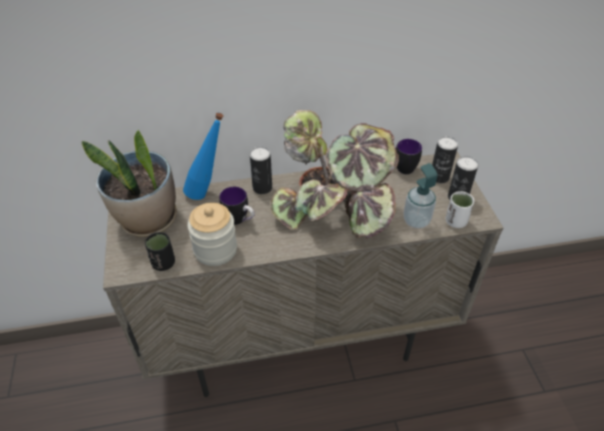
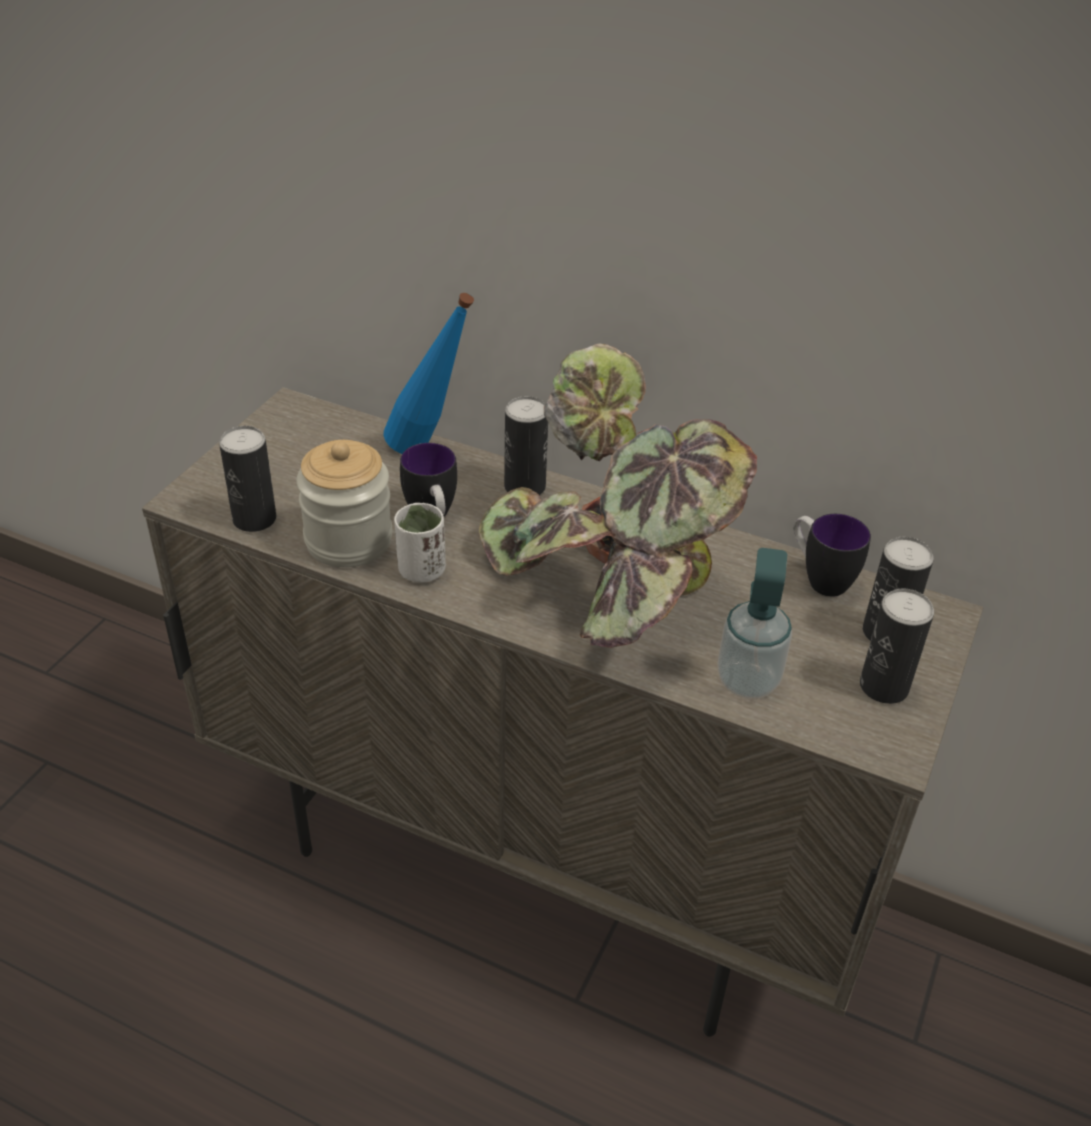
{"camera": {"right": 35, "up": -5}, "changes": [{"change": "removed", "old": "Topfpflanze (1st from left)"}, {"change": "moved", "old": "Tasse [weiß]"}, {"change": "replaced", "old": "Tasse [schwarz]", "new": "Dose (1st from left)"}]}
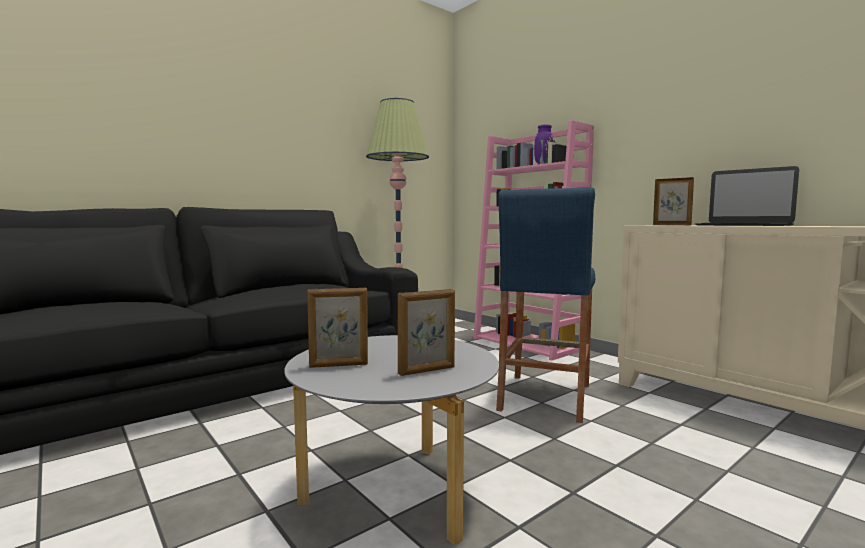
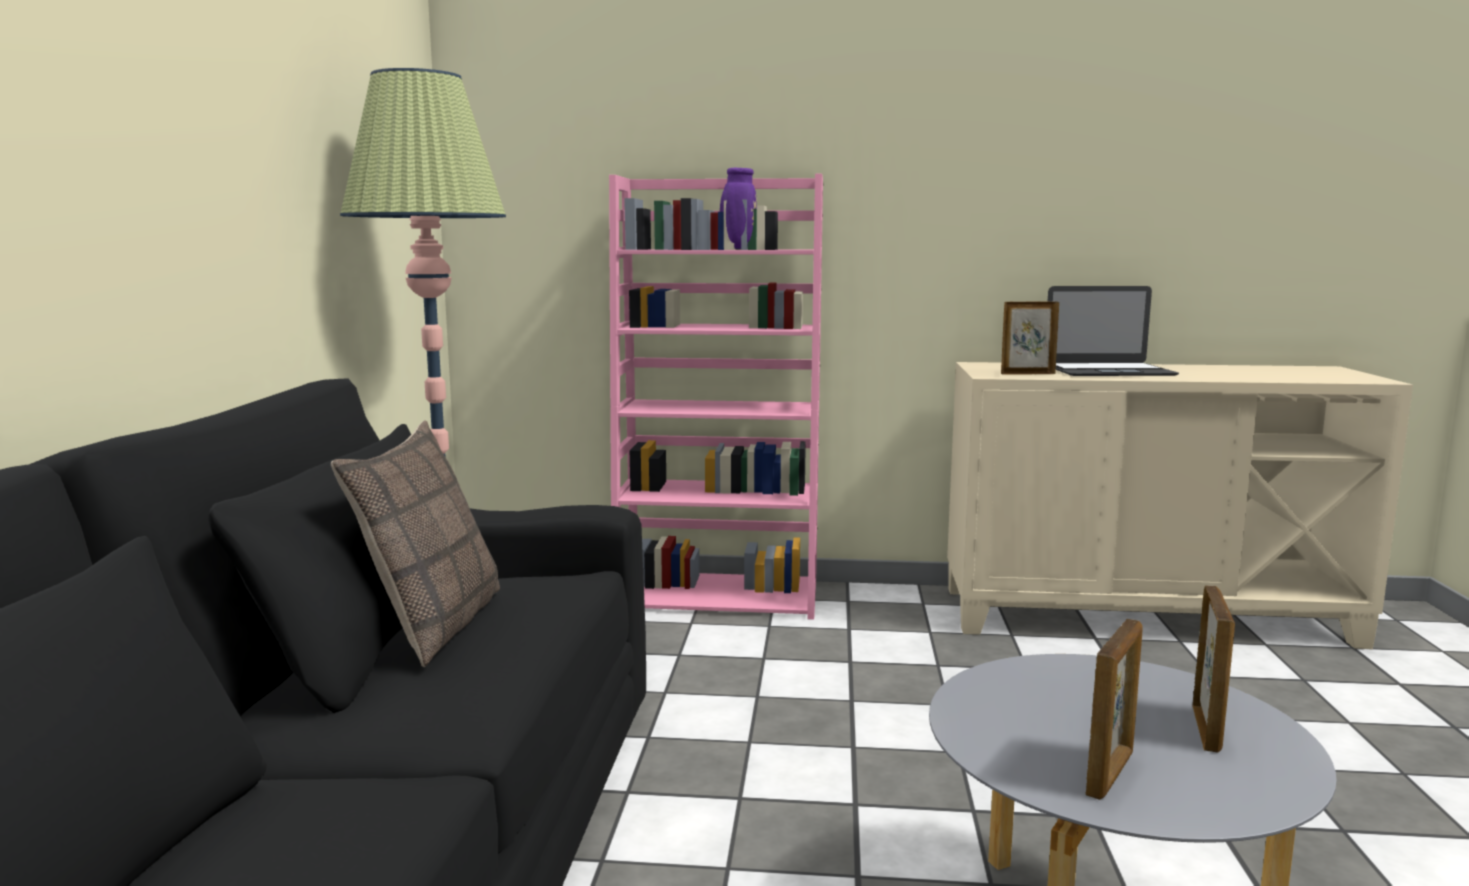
{"camera": {"right": -45, "up": 5}, "changes": [{"change": "removed", "old": "Hocker [blau]"}, {"change": "added", "new": "Kissen"}]}
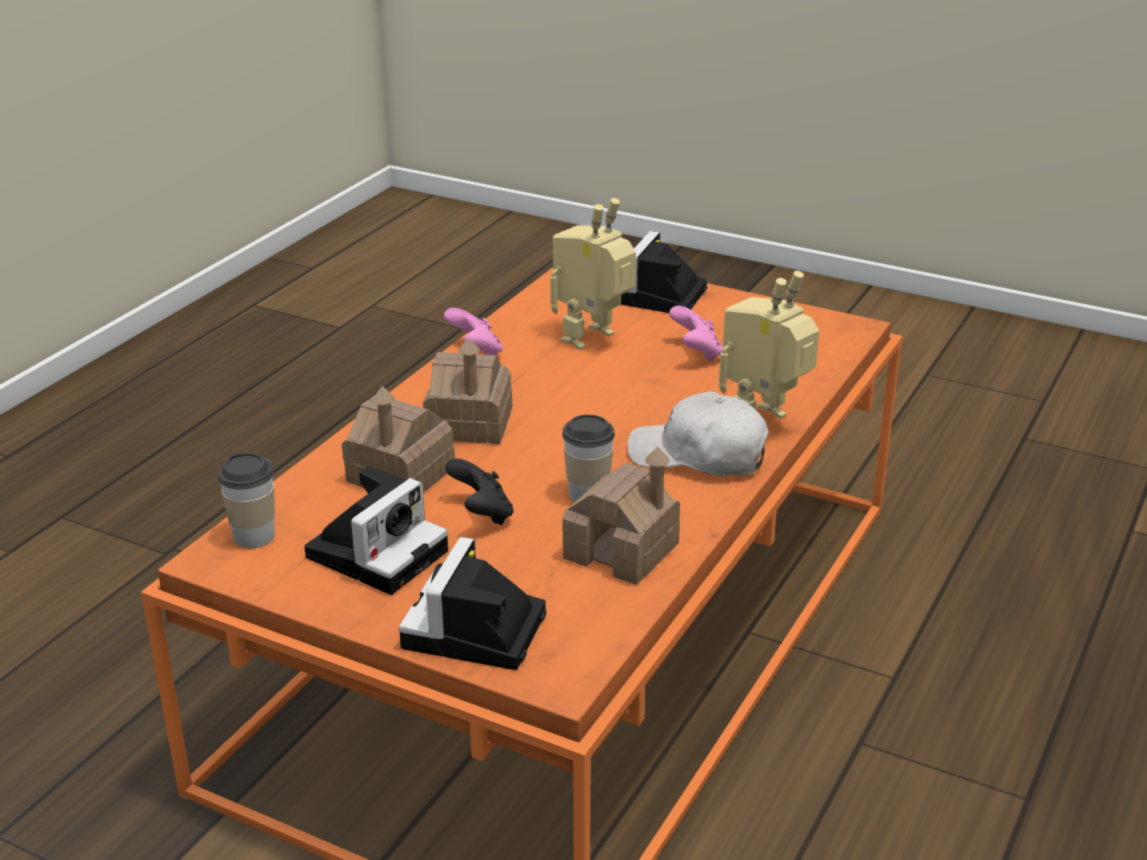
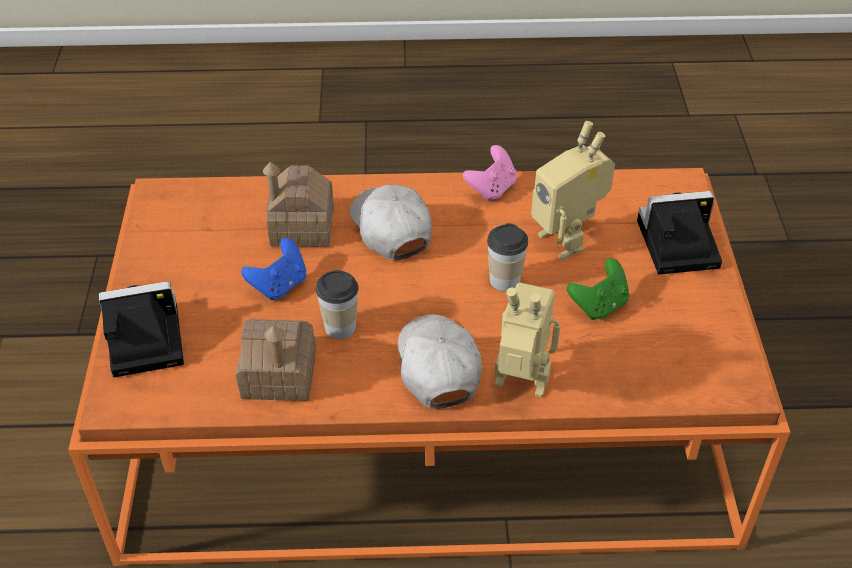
{"camera": {"right": 60, "up": 15}, "changes": [{"change": "removed", "old": "Kamera (1st from left)"}, {"change": "moved", "old": "Tasse (1st from left in the first image)", "new": "Tasse (2nd from left)"}, {"change": "replaced", "old": "Spielzeughaus (2nd from left)", "new": "Kappe [weiß] (1st from left)"}, {"change": "recoloured", "old": "Gamepad [schwarz]", "new": "Gamepad [blau]"}, {"change": "recoloured", "old": "Gamepad [rosa] (2nd from left)", "new": "Gamepad [grün]"}, {"change": "turned", "old": "Spielzeugroboter (1st from left in the first image)", "degrees": -135}]}
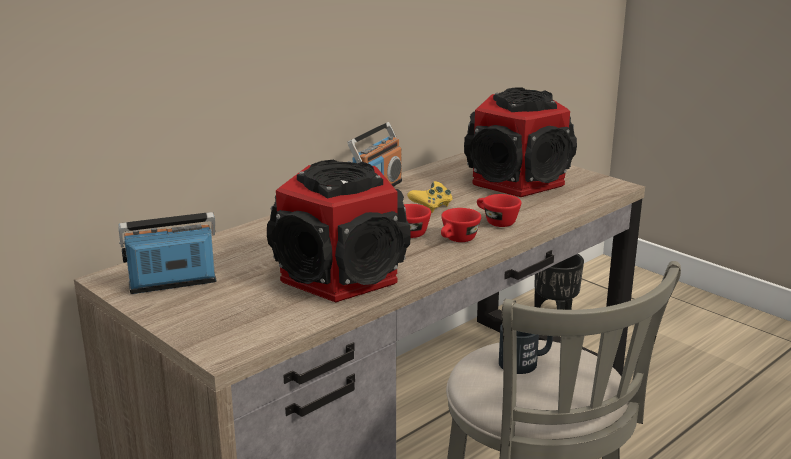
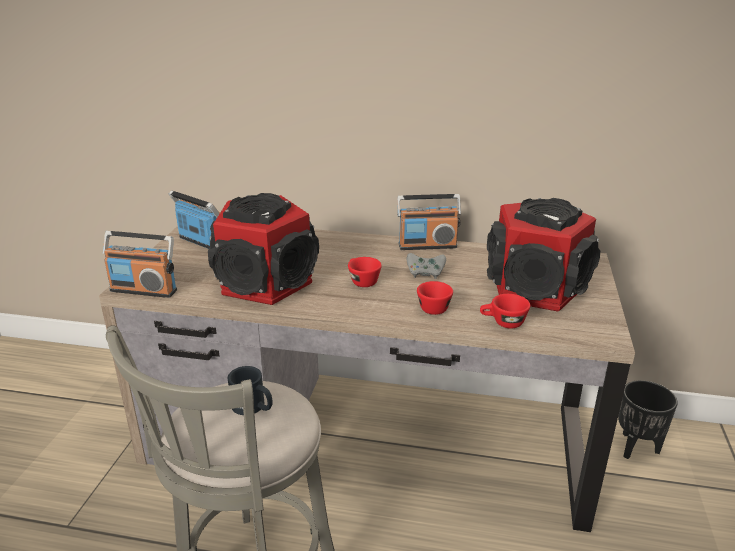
{"camera": {"right": 55, "up": 5}, "changes": [{"change": "added", "new": "Radio (1st from left)"}, {"change": "moved", "old": "Tasse [rot] (2nd from left in the first image)", "new": "Tasse [rot] (3rd from left)"}, {"change": "recoloured", "old": "Gamepad [gelb]", "new": "Gamepad [grau]"}]}
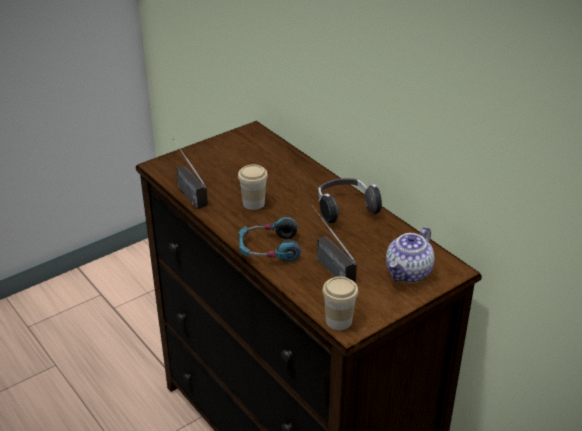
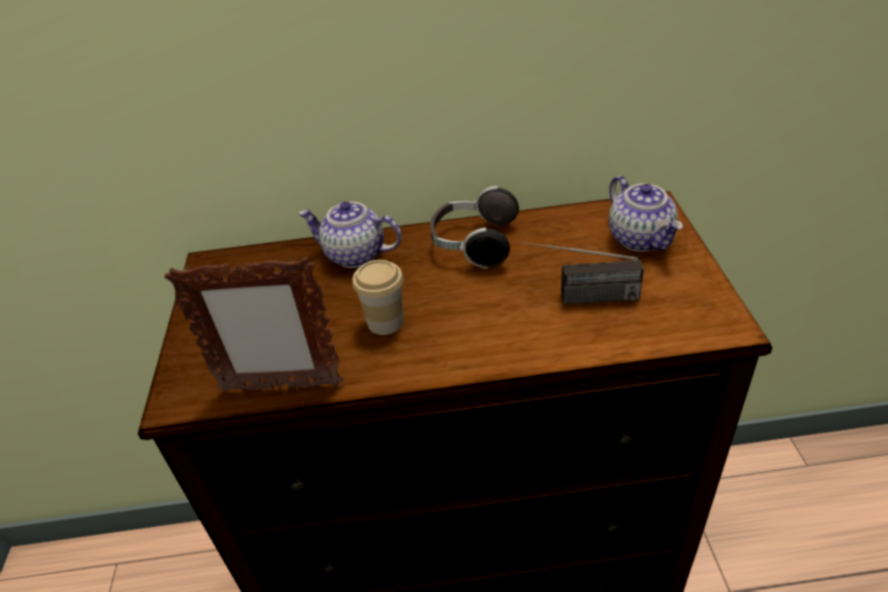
{"camera": {"right": -55, "up": 5}, "changes": [{"change": "removed", "old": "Kopfhörer (1st from left)"}, {"change": "removed", "old": "Tasse (2nd from left)"}, {"change": "added", "new": "Teekanne (1st from left)"}, {"change": "replaced", "old": "Radio (1st from left)", "new": "Bilderrahmen"}]}
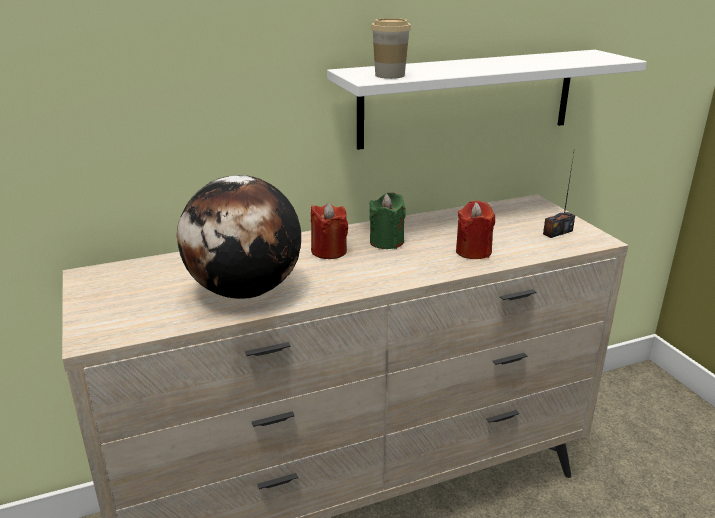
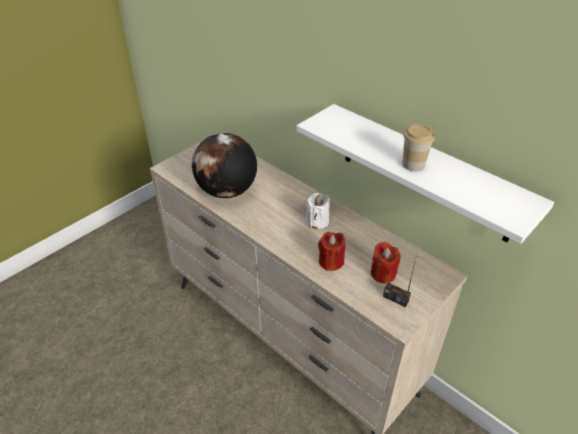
{"camera": {"right": 65, "up": 15}, "changes": [{"change": "moved", "old": "Kerze [rot] (1st from left in the first image)", "new": "Kerze [rot] (2nd from left)"}, {"change": "moved", "old": "Tasse"}, {"change": "recoloured", "old": "Kerze [grün]", "new": "Kerze [weiß]"}]}
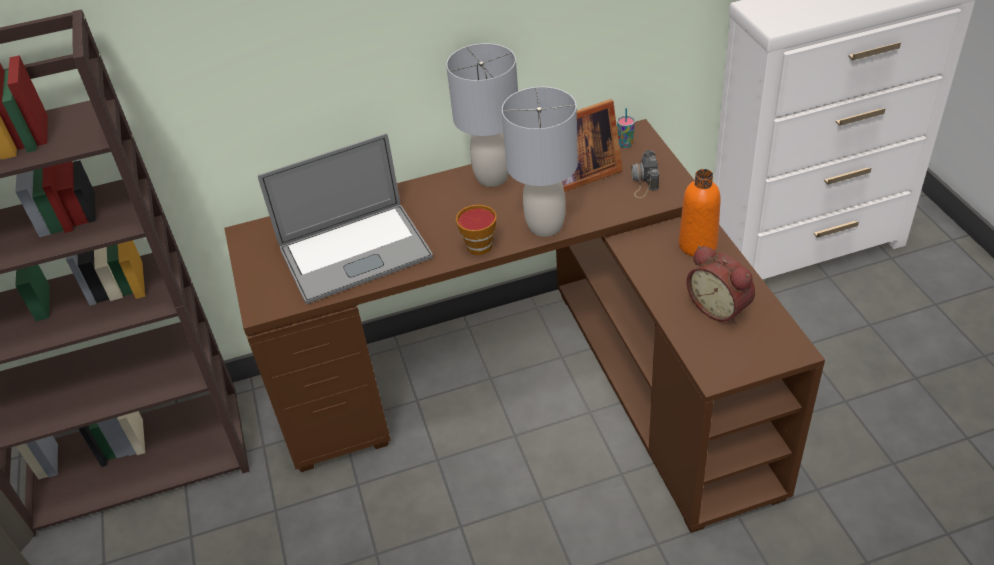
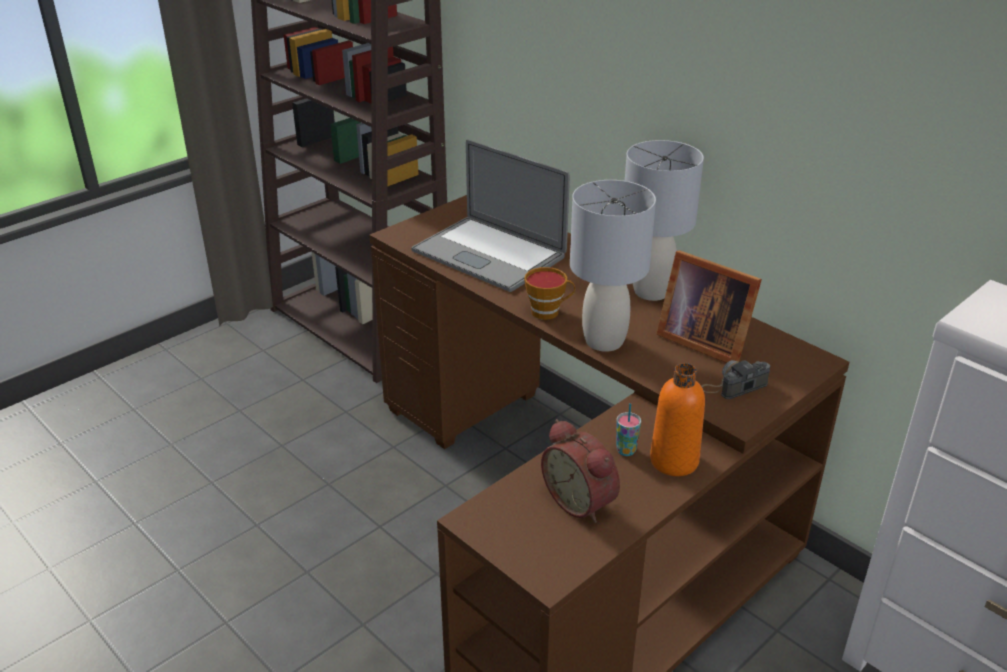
{"camera": {"right": 60, "up": -10}, "changes": [{"change": "moved", "old": "Tasse (2nd from left)"}, {"change": "turned", "old": "Wecker", "degrees": -60}]}
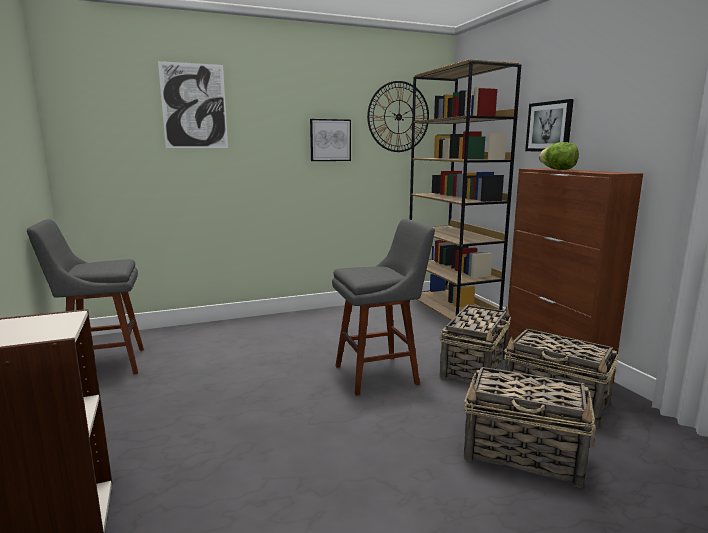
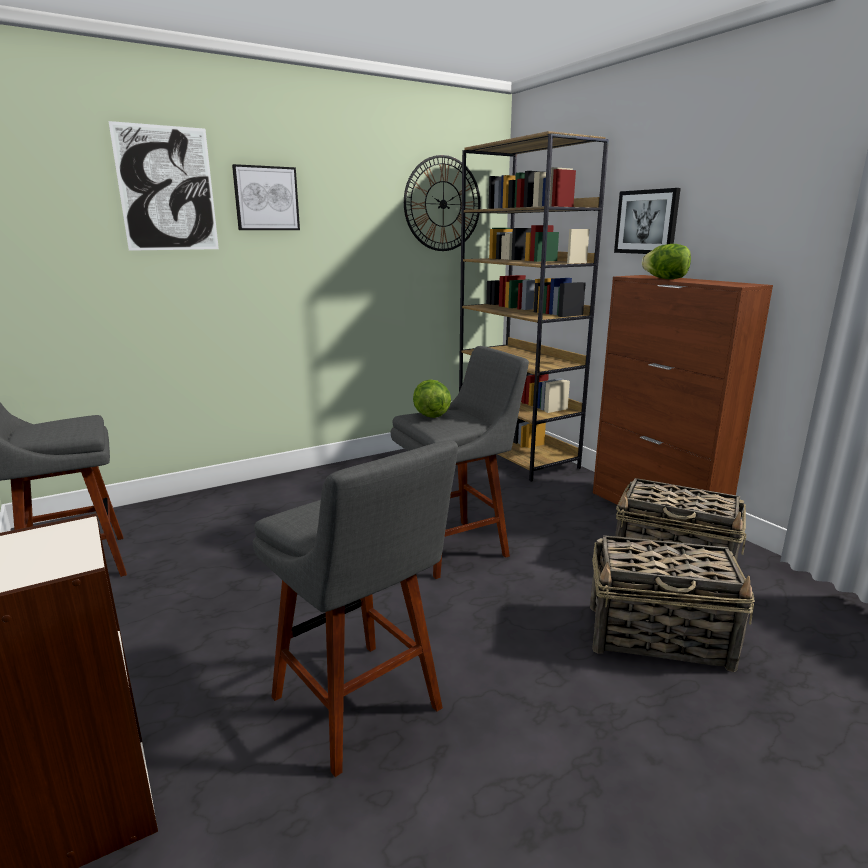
{"camera": {"right": -10, "up": 5}, "changes": [{"change": "removed", "old": "Korb (1st from left)"}, {"change": "added", "new": "Hocker [grau] (2nd from left)"}, {"change": "added", "new": "Salatkopf (1st from left)"}, {"change": "moved", "old": "Bild (2nd from left)"}]}
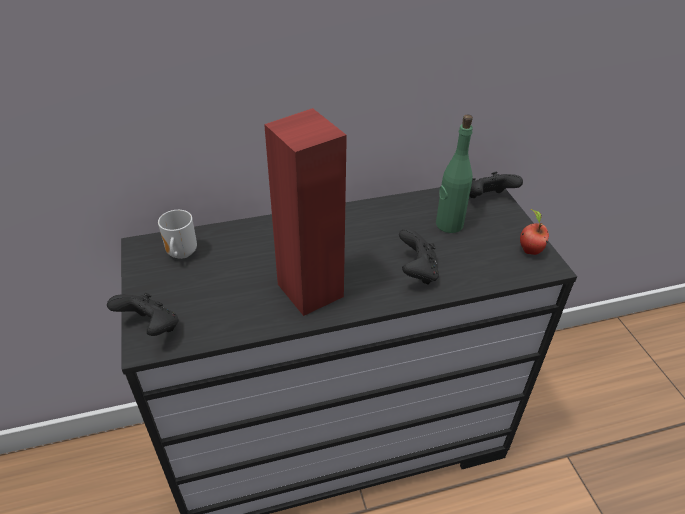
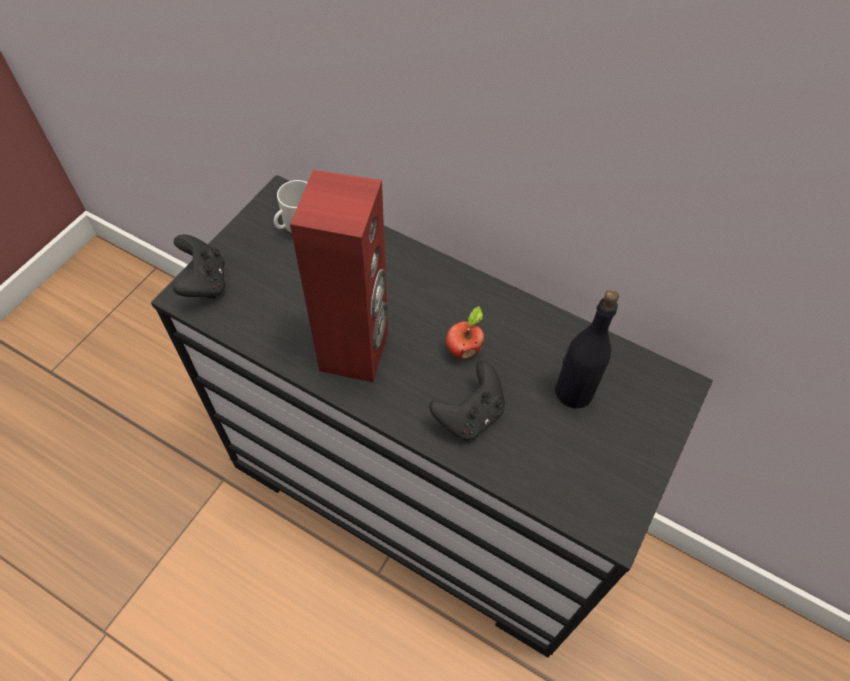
{"camera": {"right": 45, "up": 15}, "changes": [{"change": "removed", "old": "Gamepad [schwarz] (3rd from left)"}, {"change": "moved", "old": "Apfel"}, {"change": "recoloured", "old": "Flasche [grün]", "new": "Flasche [schwarz]"}]}
